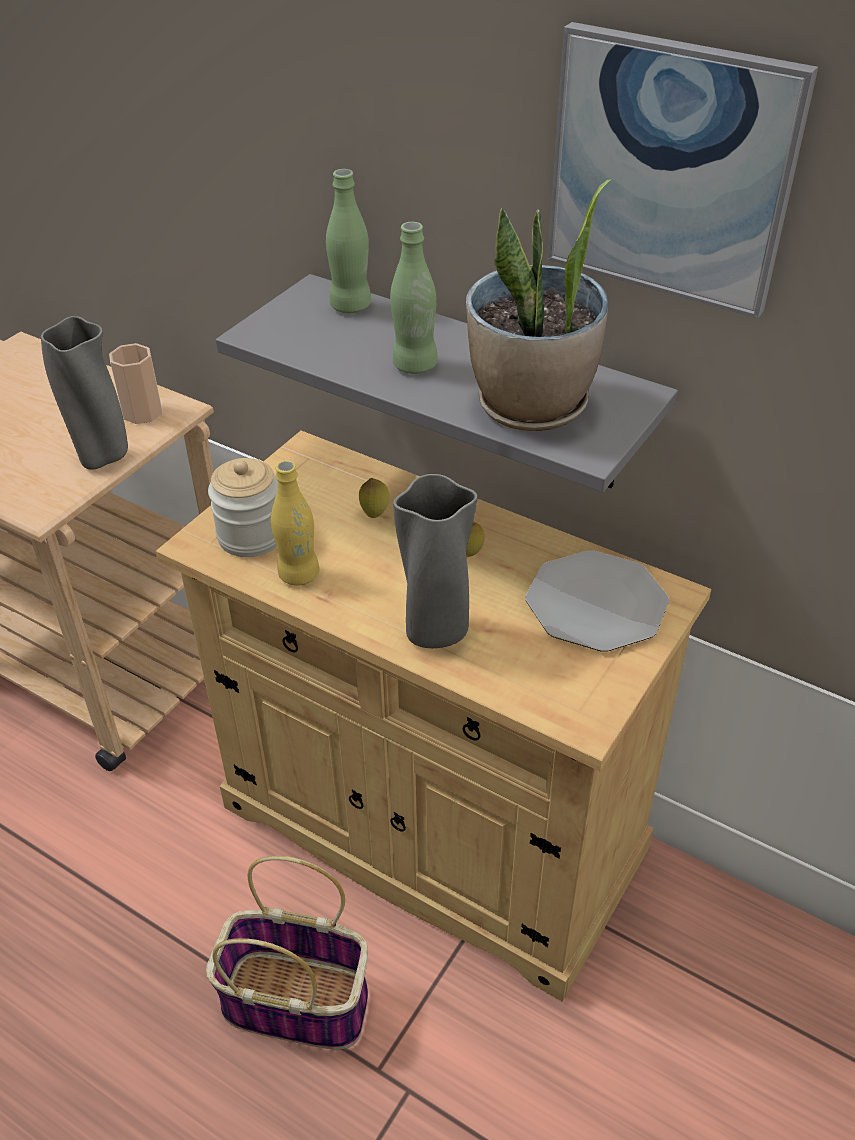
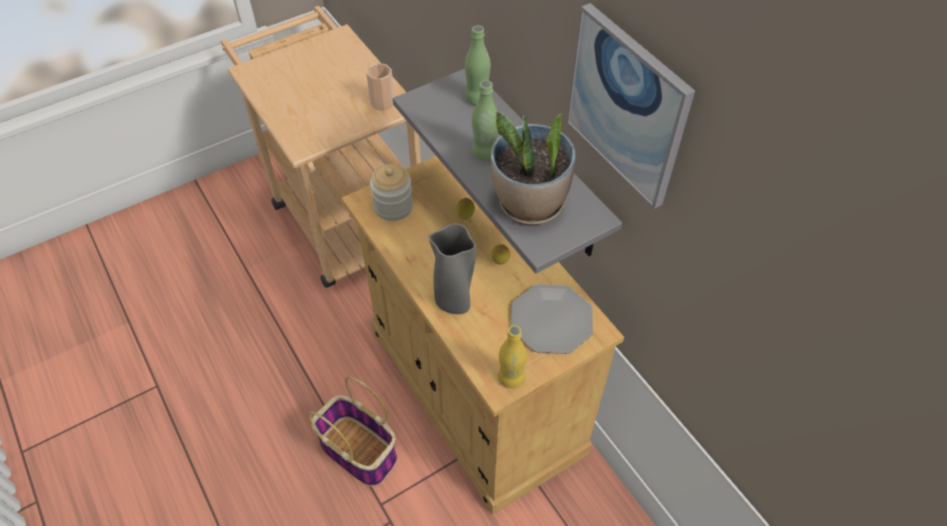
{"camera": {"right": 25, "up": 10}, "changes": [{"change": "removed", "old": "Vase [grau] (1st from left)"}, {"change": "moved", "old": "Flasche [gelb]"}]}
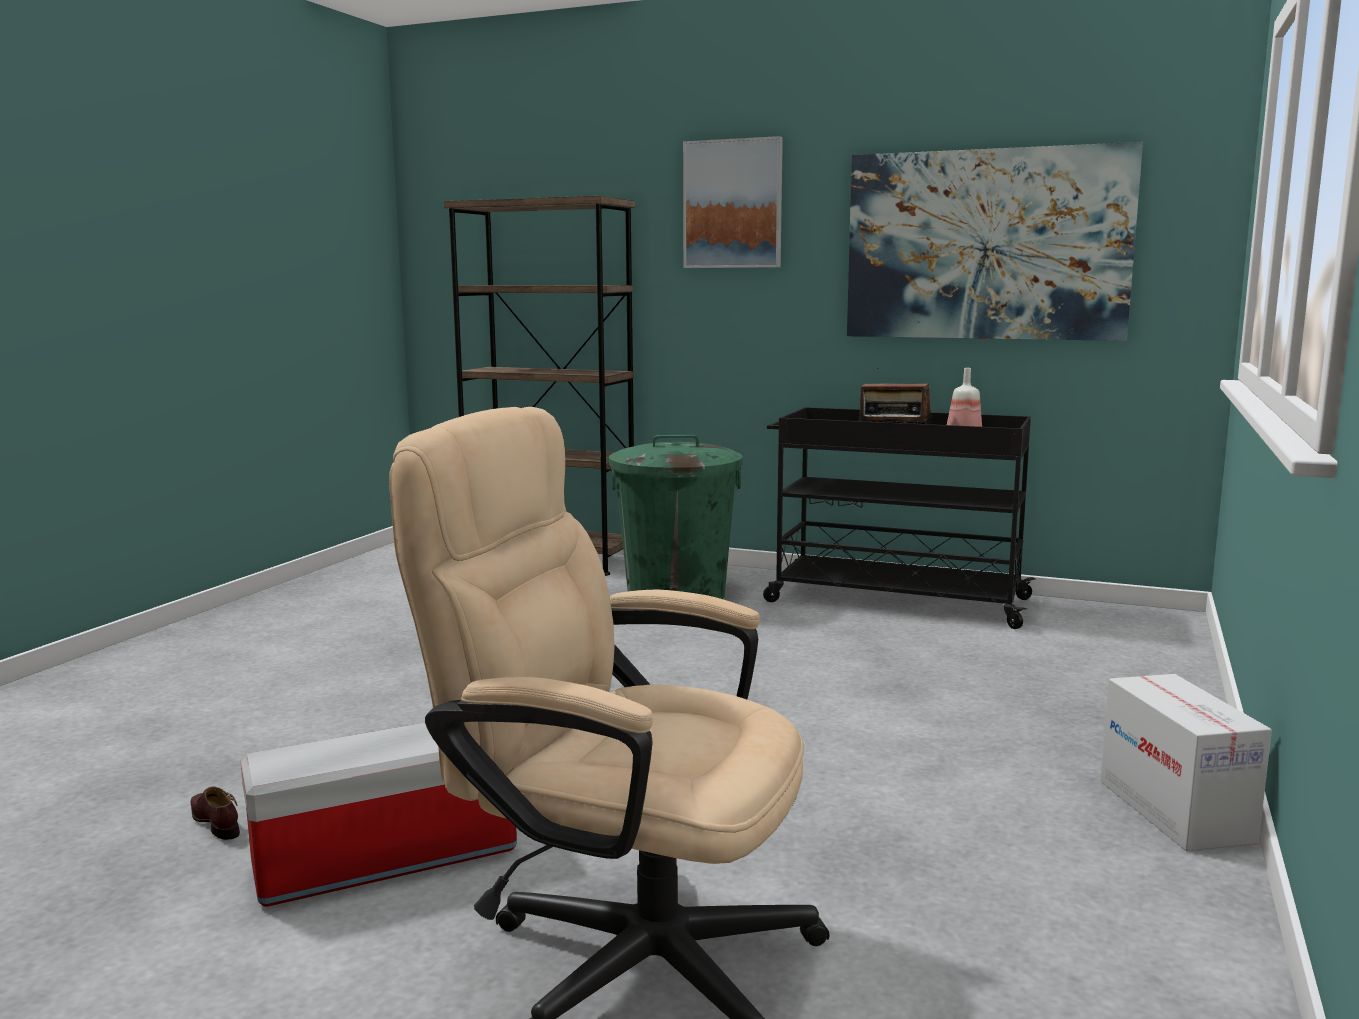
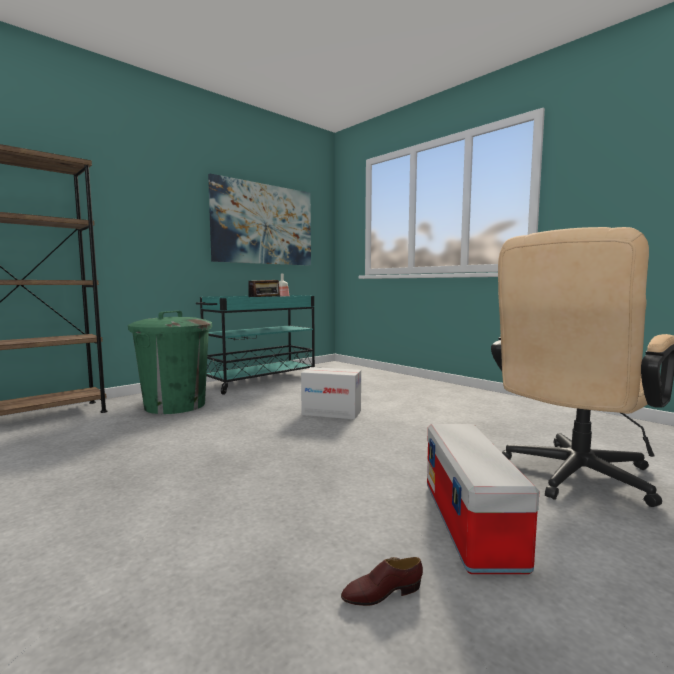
{"camera": {"right": -65, "up": -5}, "changes": [{"change": "removed", "old": "Bild (1st from left)"}, {"change": "moved", "old": "Karton"}, {"change": "recoloured", "old": "Rollwagen [schwarz]", "new": "Rollwagen [türkis]"}]}
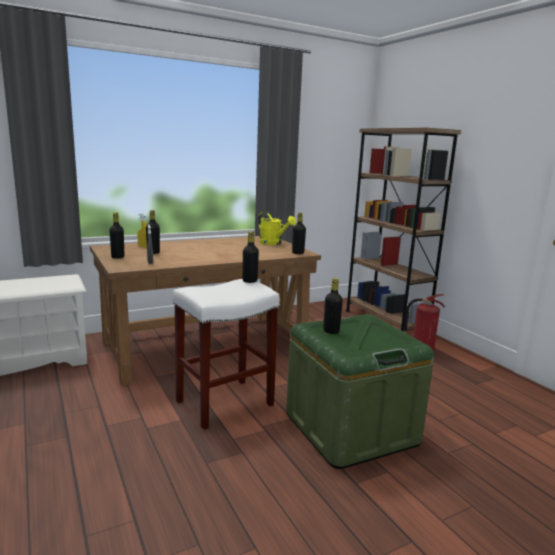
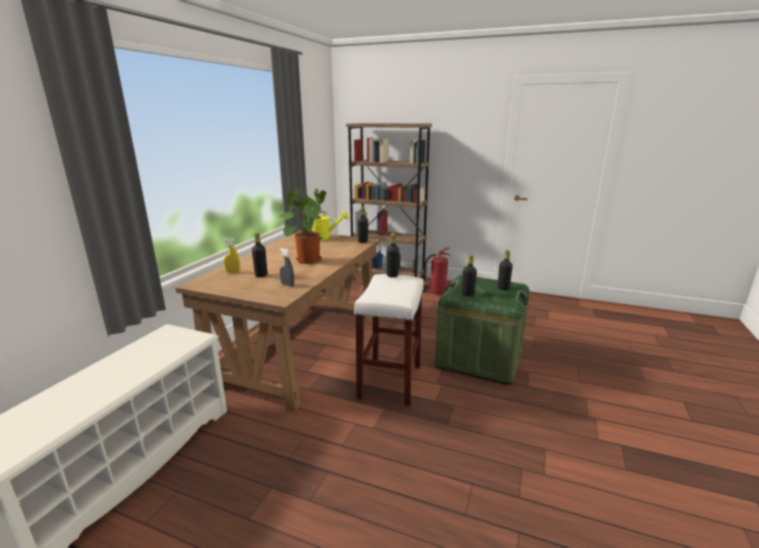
{"camera": {"right": -40, "up": 5}, "changes": [{"change": "added", "new": "Topfpflanze"}, {"change": "moved", "old": "Flasche [schwarz] (1st from left in the first image)", "new": "Flasche [schwarz] (5th from left)"}]}
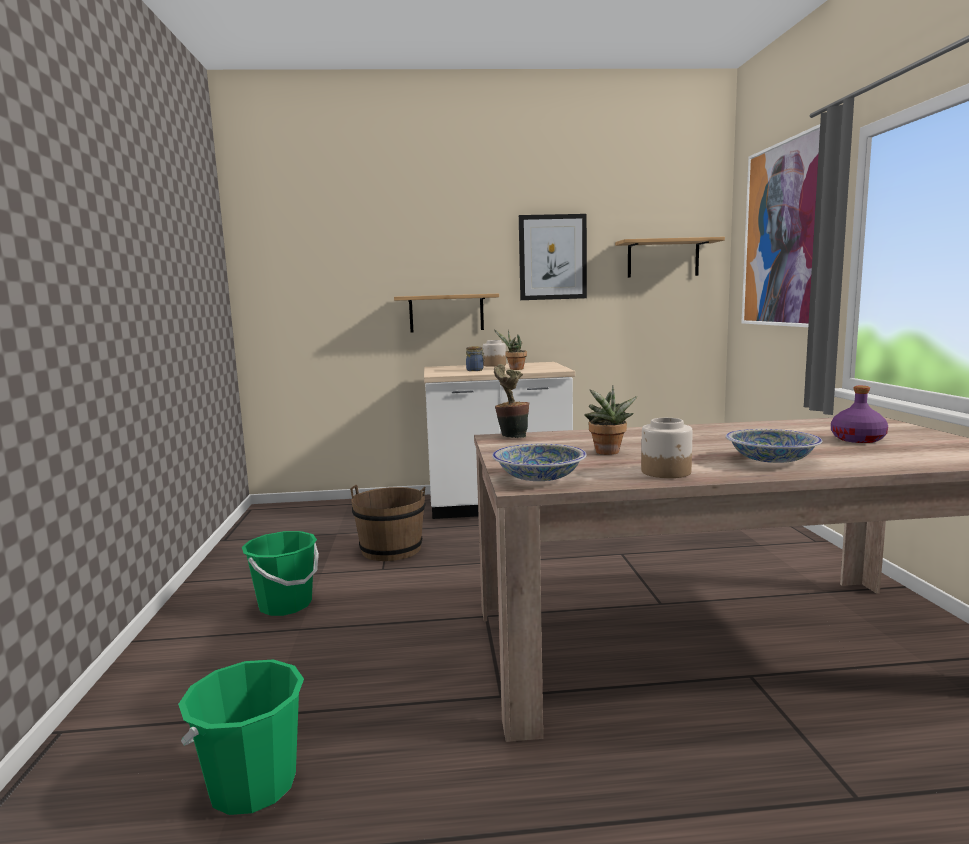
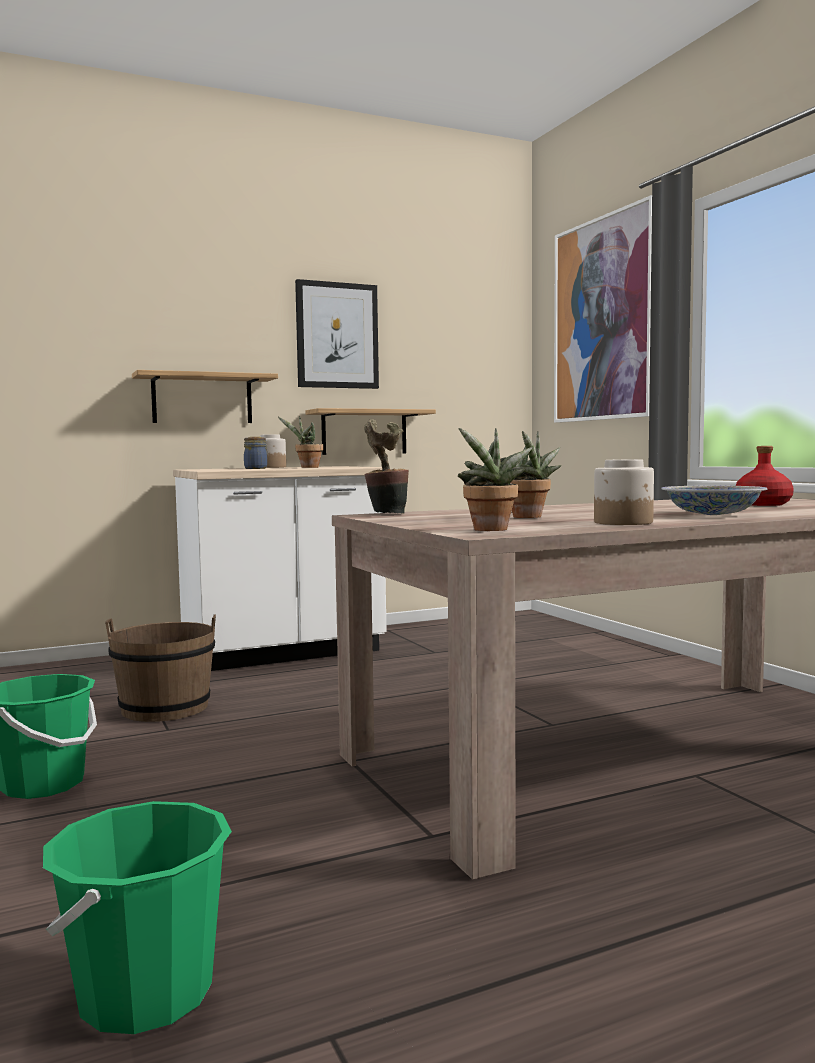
{"camera": {"right": -20, "up": -5}, "changes": [{"change": "moved", "old": "Wandregal (2nd from left)"}, {"change": "replaced", "old": "Schüssel (1st from left)", "new": "Topfpflanze (3rd from left)"}, {"change": "recoloured", "old": "Flasche [lila]", "new": "Flasche [rot]"}]}
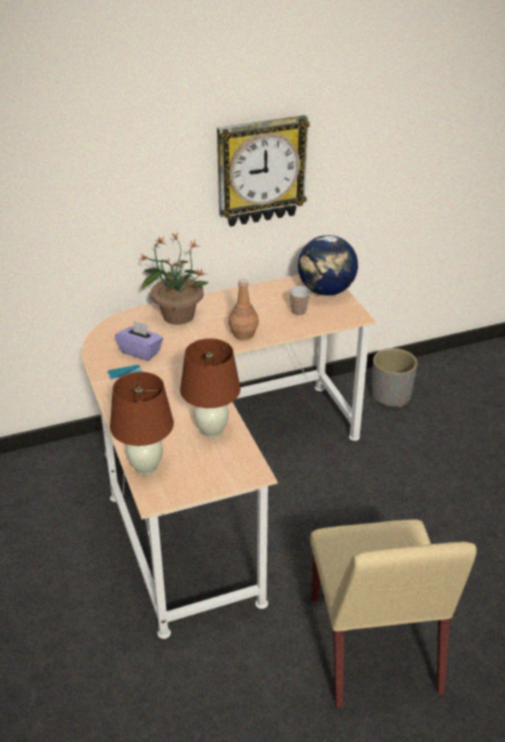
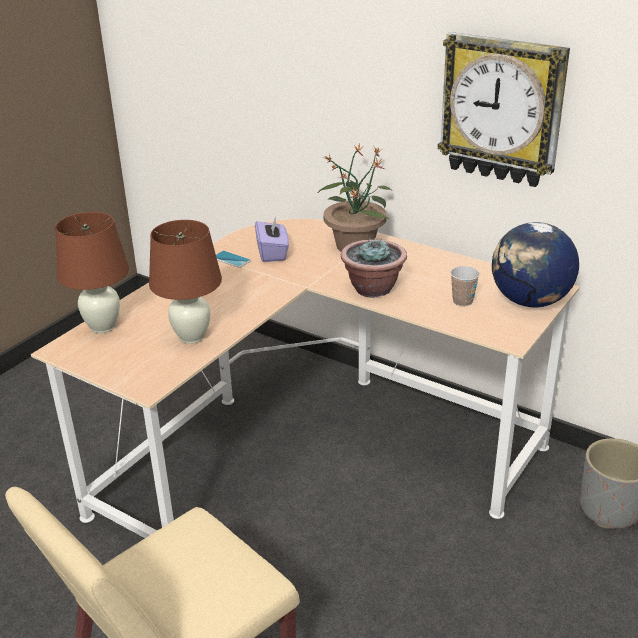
{"camera": {"right": 55, "up": -5}, "changes": [{"change": "replaced", "old": "Flasche [braun]", "new": "Topfpflanze (2nd from left)"}]}
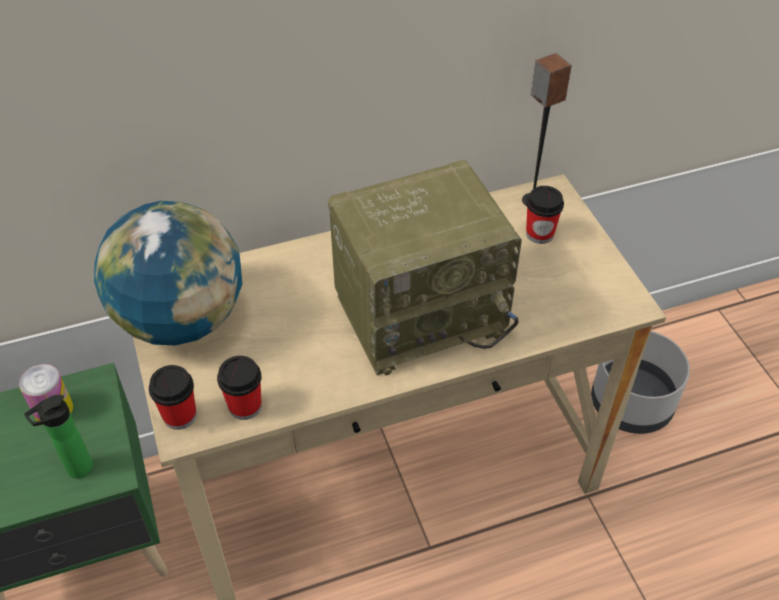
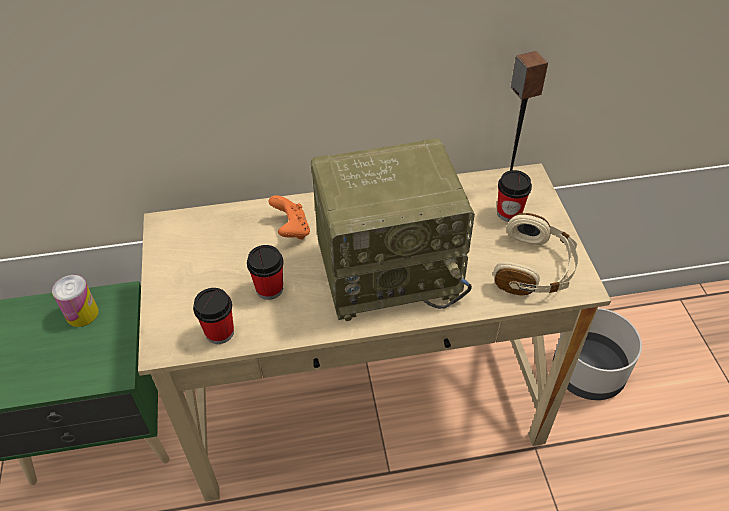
{"camera": {"right": 10, "up": 0}, "changes": [{"change": "removed", "old": "Flasche"}, {"change": "removed", "old": "Globus"}, {"change": "added", "new": "Gamepad [orange]"}, {"change": "added", "new": "Kopfhörer [beige]"}, {"change": "moved", "old": "Tasse (1st from left in the first image)", "new": "Tasse (2nd from left)"}]}
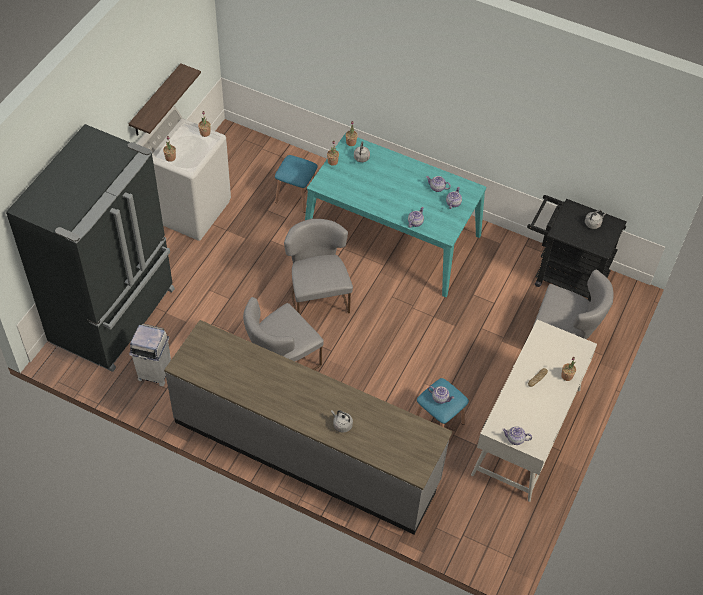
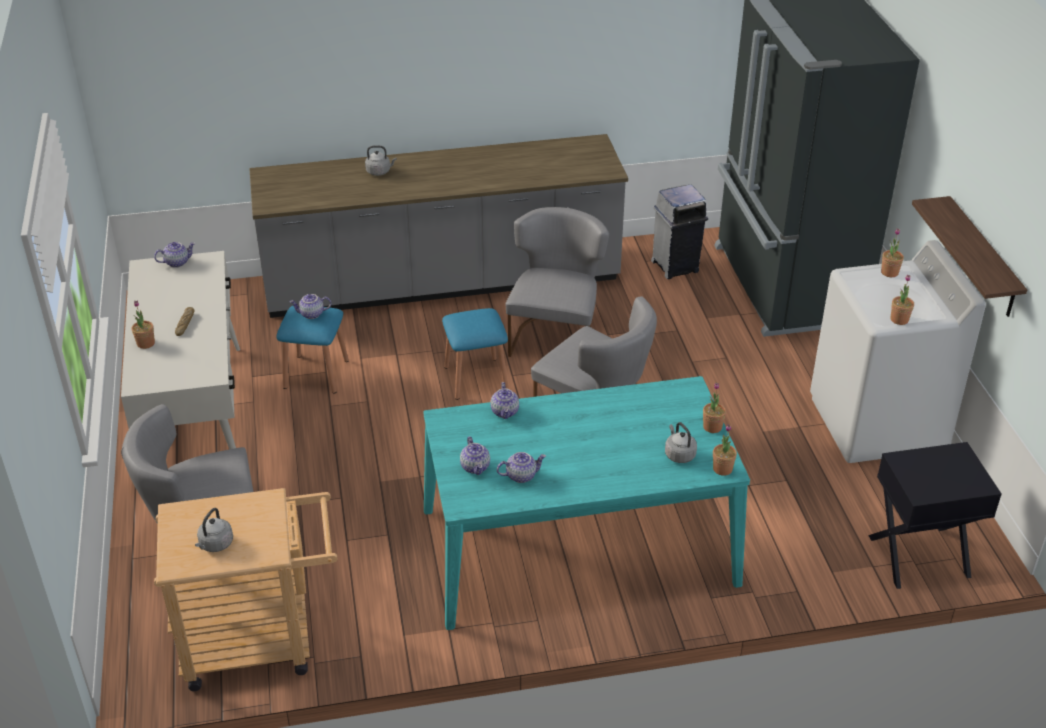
{"camera": {"right": 145, "up": -15}, "changes": [{"change": "added", "new": "Nachttisch [schwarz]"}, {"change": "moved", "old": "Hocker [blau] (1st from left in the first image)", "new": "Hocker [blau] (2nd from left)"}, {"change": "recoloured", "old": "Rollwagen [schwarz]", "new": "Rollwagen [beige]"}]}
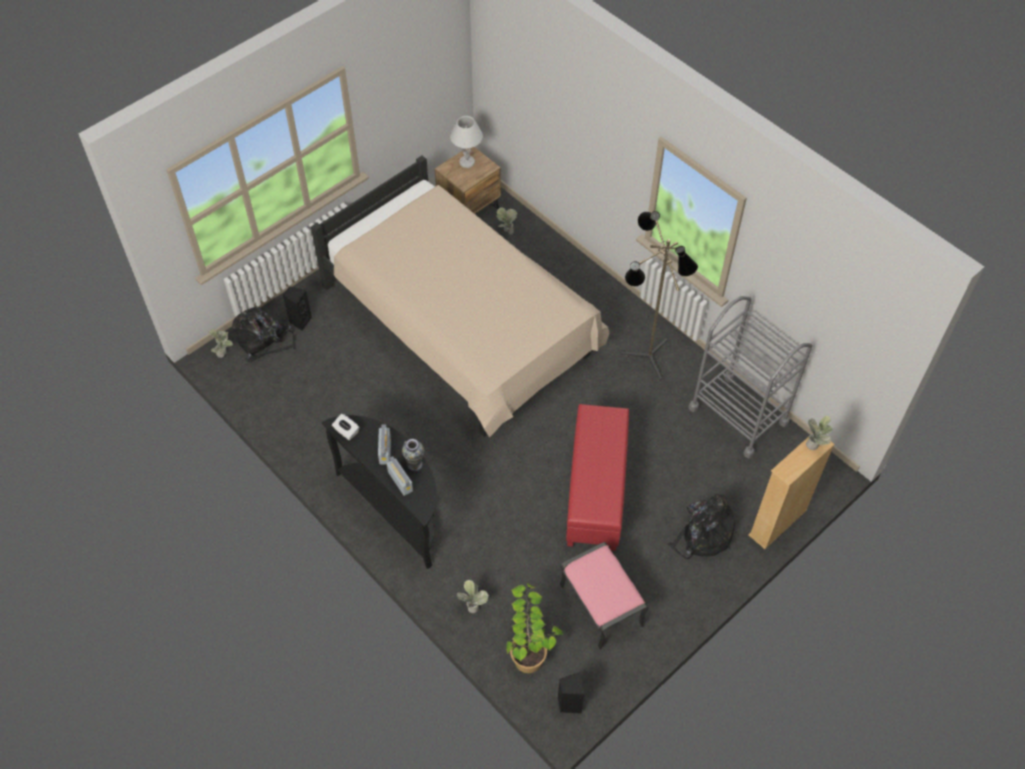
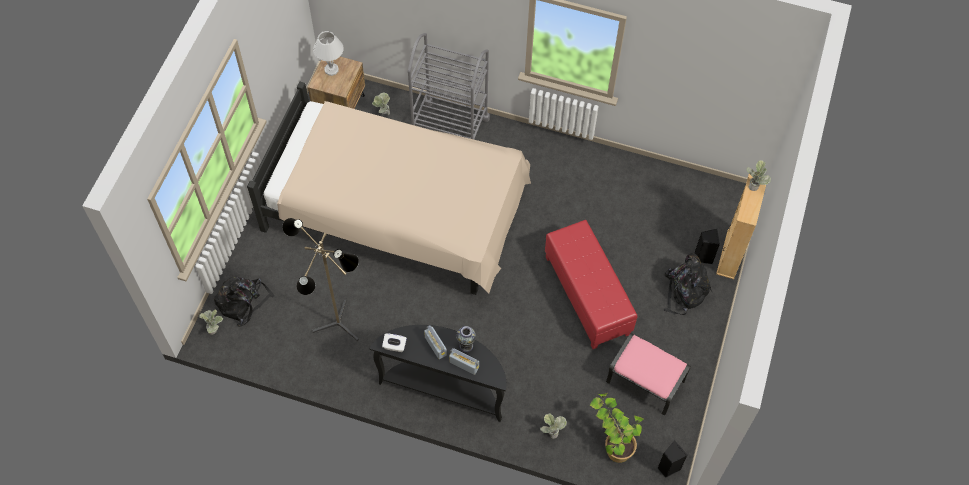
{"camera": {"right": -30, "up": 5}, "changes": [{"change": "moved", "old": "Lautsprecher [schwarz] (1st from left in the first image)", "new": "Lautsprecher [schwarz] (2nd from left)"}, {"change": "moved", "old": "Stehlampe"}, {"change": "moved", "old": "Rollwagen [grau]"}]}
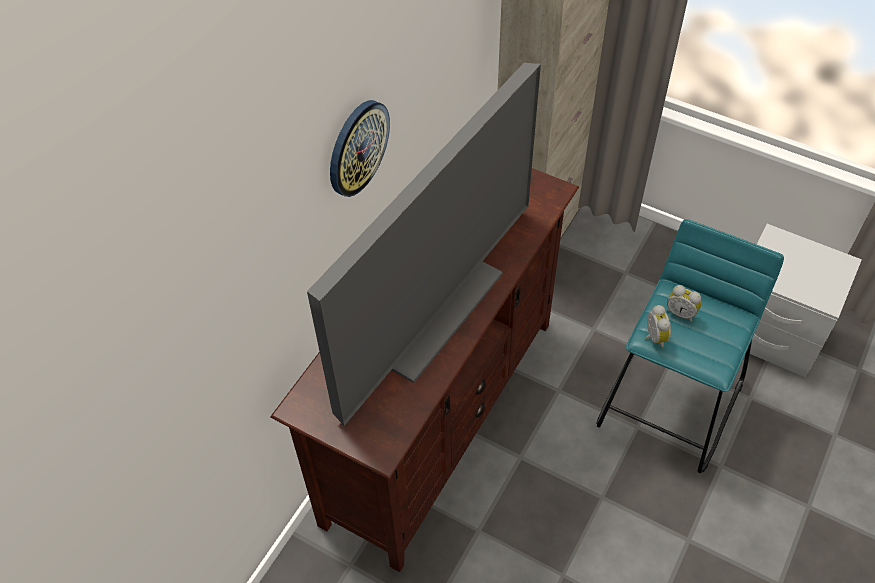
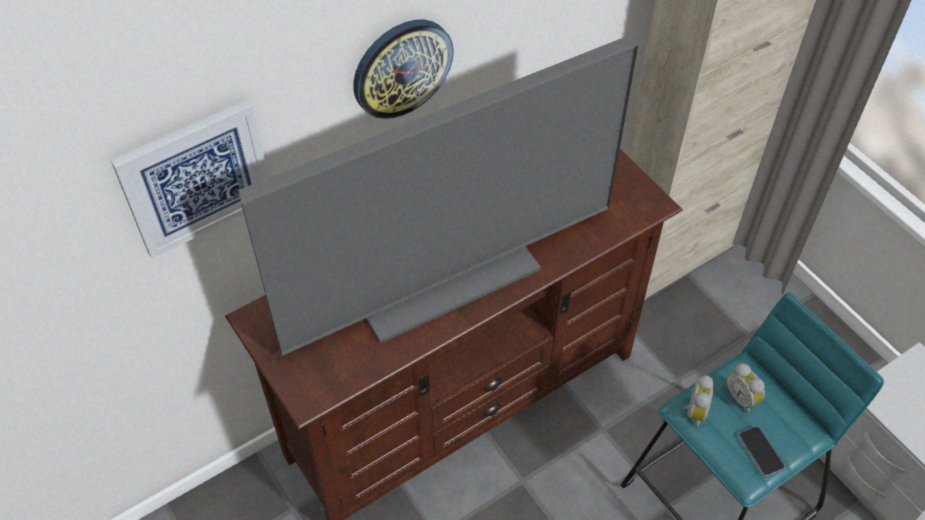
{"camera": {"right": 25, "up": 0}, "changes": [{"change": "added", "new": "Bild"}, {"change": "added", "new": "Handy"}]}
